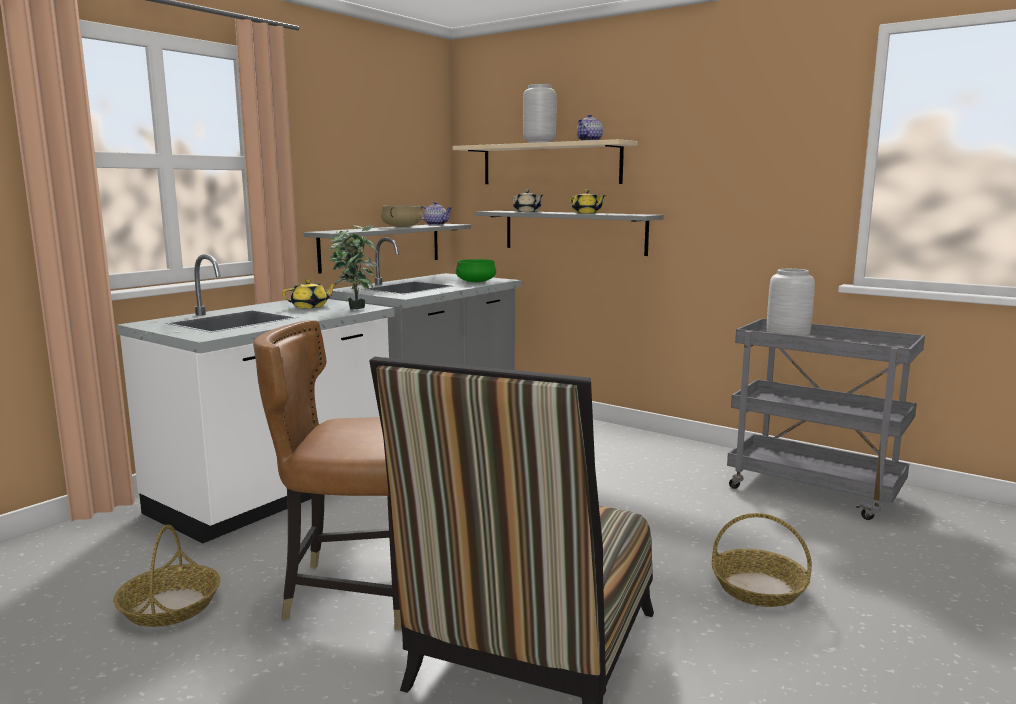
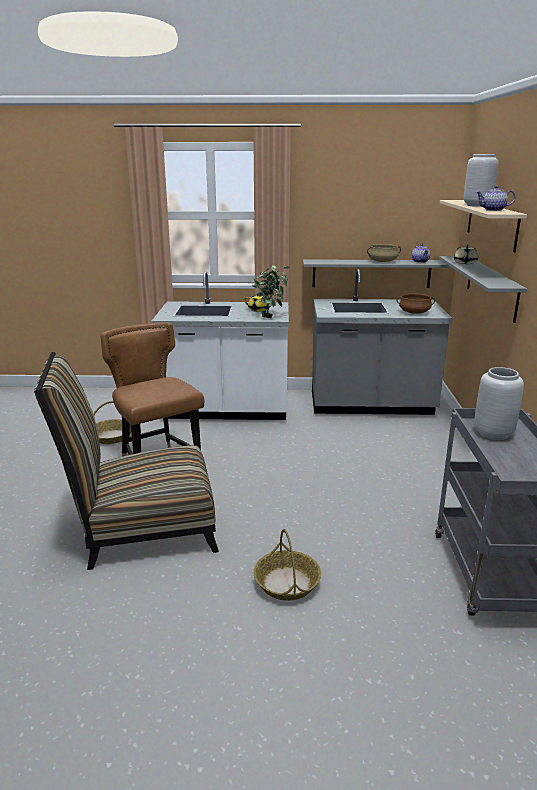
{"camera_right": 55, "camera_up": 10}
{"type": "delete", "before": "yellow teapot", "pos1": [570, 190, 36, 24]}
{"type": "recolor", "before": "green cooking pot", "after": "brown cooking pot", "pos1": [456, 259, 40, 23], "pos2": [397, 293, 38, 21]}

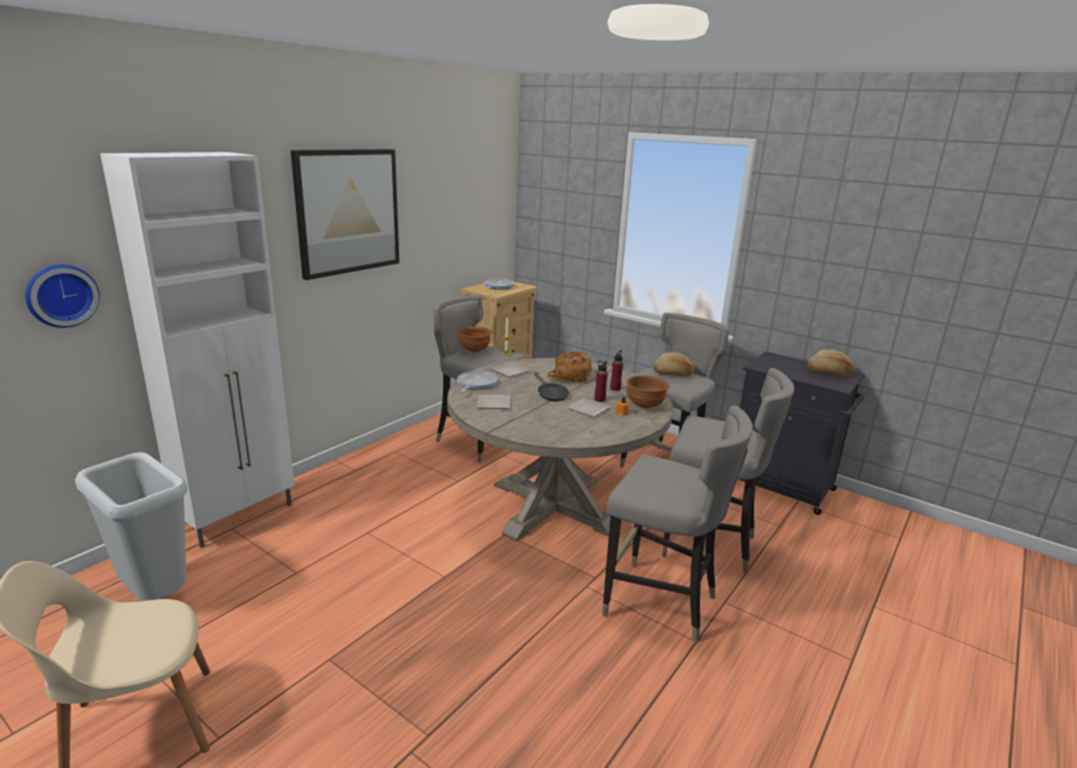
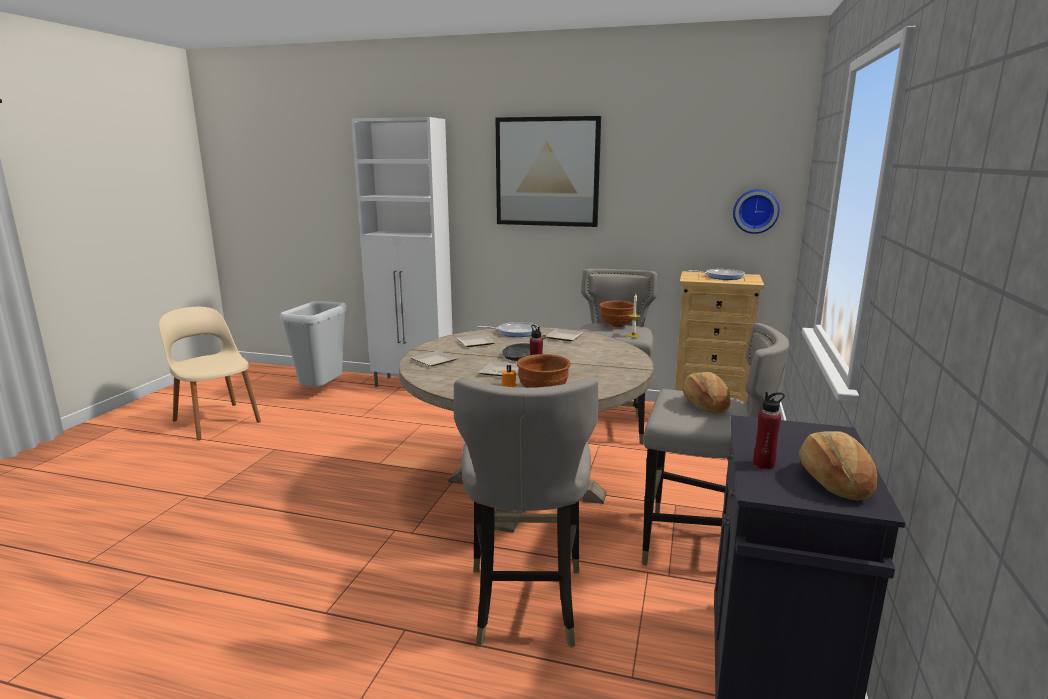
{"camera_right": 70, "camera_up": -5}
{"type": "delete", "before": "bread", "pos1": [546, 352, 46, 31]}
{"type": "delete", "before": "grey stool", "pos1": [602, 406, 151, 237]}
{"type": "insert", "after": "plate", "pos2": [411, 351, 47, 15]}
{"type": "move", "before": "wall clock", "pos1": [25, 264, 75, 64], "pos2": [733, 189, 47, 45]}
{"type": "move", "before": "red bottle", "pos1": [610, 350, 13, 41], "pos2": [753, 392, 32, 77]}

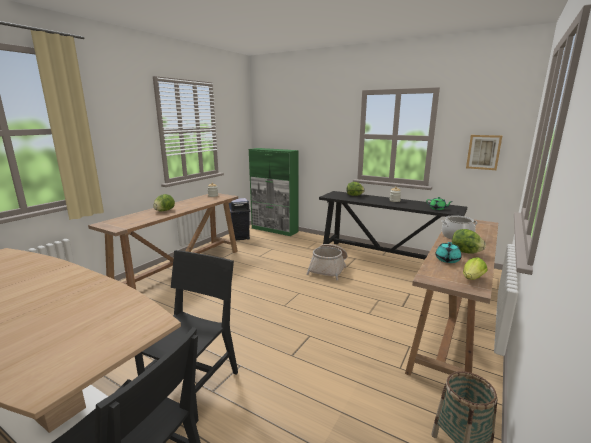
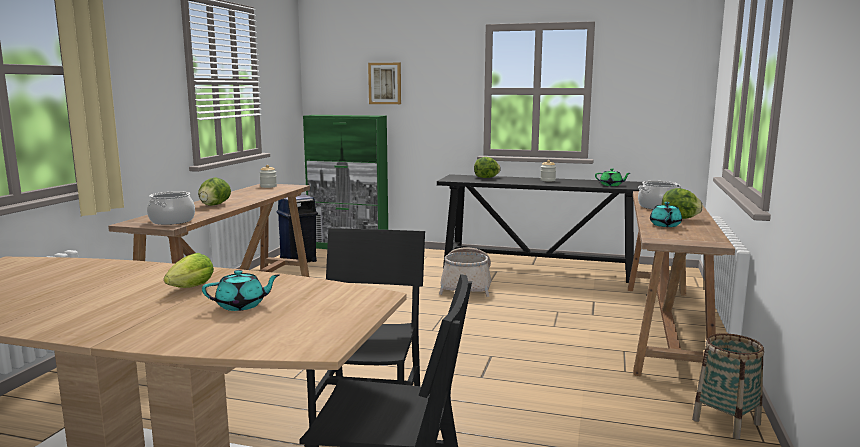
{"camera_right": -15, "camera_up": -5}
{"type": "insert", "after": "cooking pot", "pos2": [147, 191, 48, 34]}
{"type": "insert", "after": "turquoise teapot", "pos2": [202, 270, 77, 41]}
{"type": "move", "before": "lettuce", "pos1": [463, 257, 25, 23], "pos2": [164, 253, 50, 35]}
{"type": "move", "before": "picture", "pos1": [466, 135, 36, 35], "pos2": [368, 63, 33, 41]}

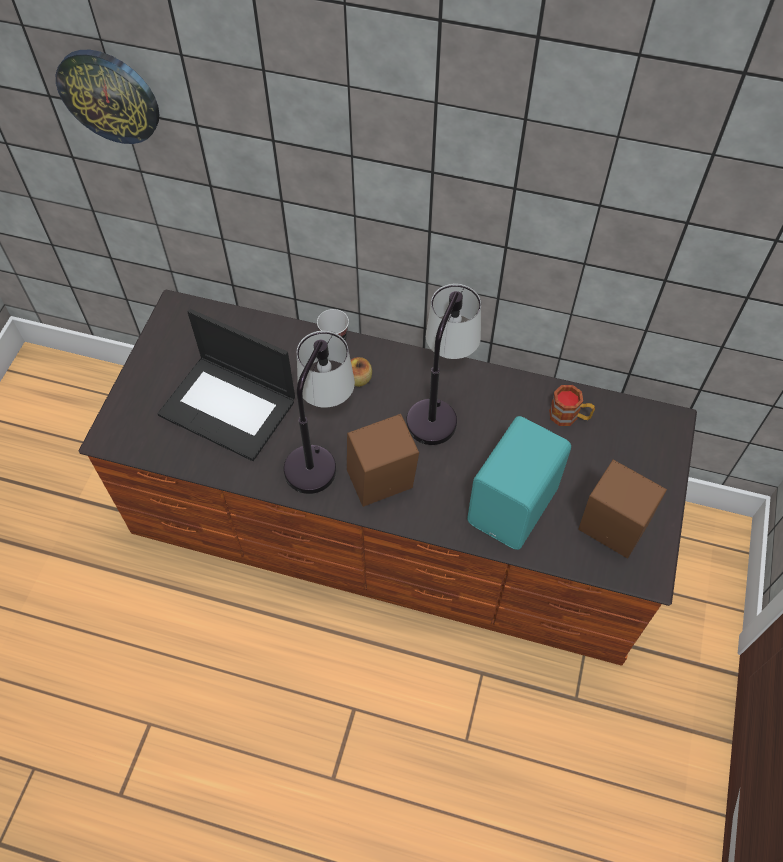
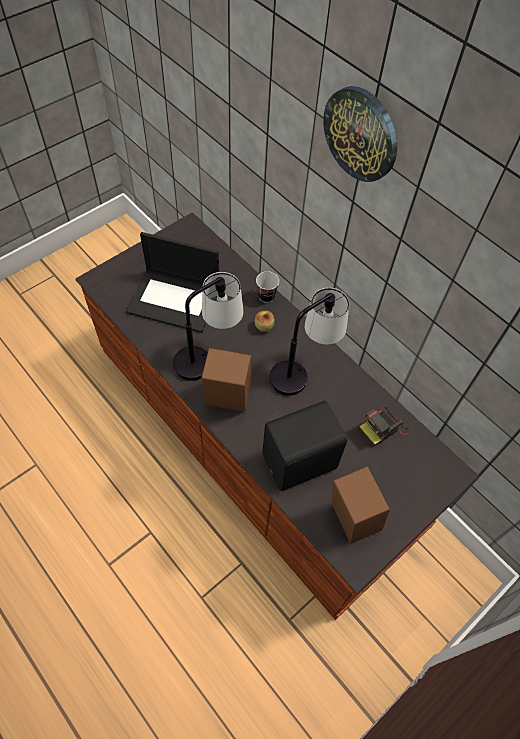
{"camera_right": 30, "camera_up": 0}
{"type": "move", "before": "wall clock", "pos1": [56, 50, 104, 94], "pos2": [323, 86, 74, 96]}
{"type": "replace", "before": "mug", "after": "photo camera", "pos1": [549, 385, 46, 41], "pos2": [359, 406, 51, 40]}
{"type": "recolor", "before": "turquoise speaker", "after": "black speaker", "pos1": [467, 416, 104, 134], "pos2": [262, 401, 85, 90]}
{"type": "rotate", "before": "laptop", "pos1": [157, 309, 138, 152], "pos2": [126, 232, 93, 101], "turn": -45}

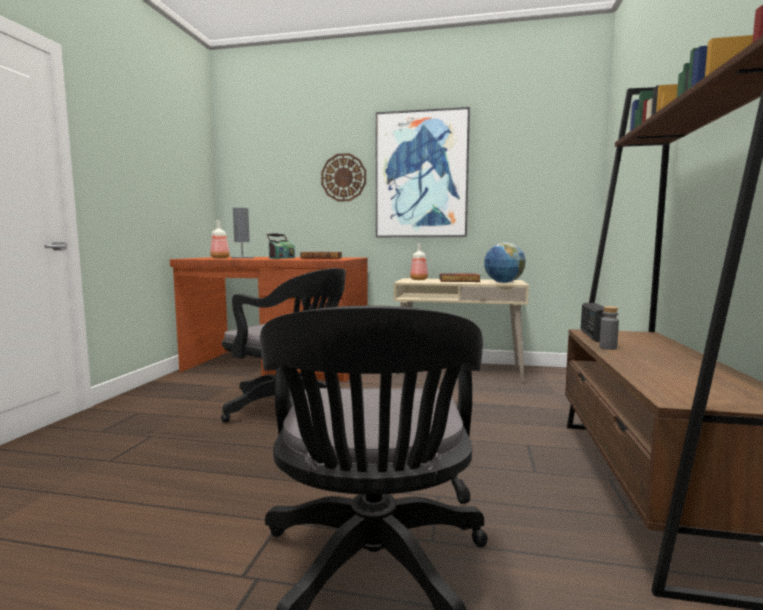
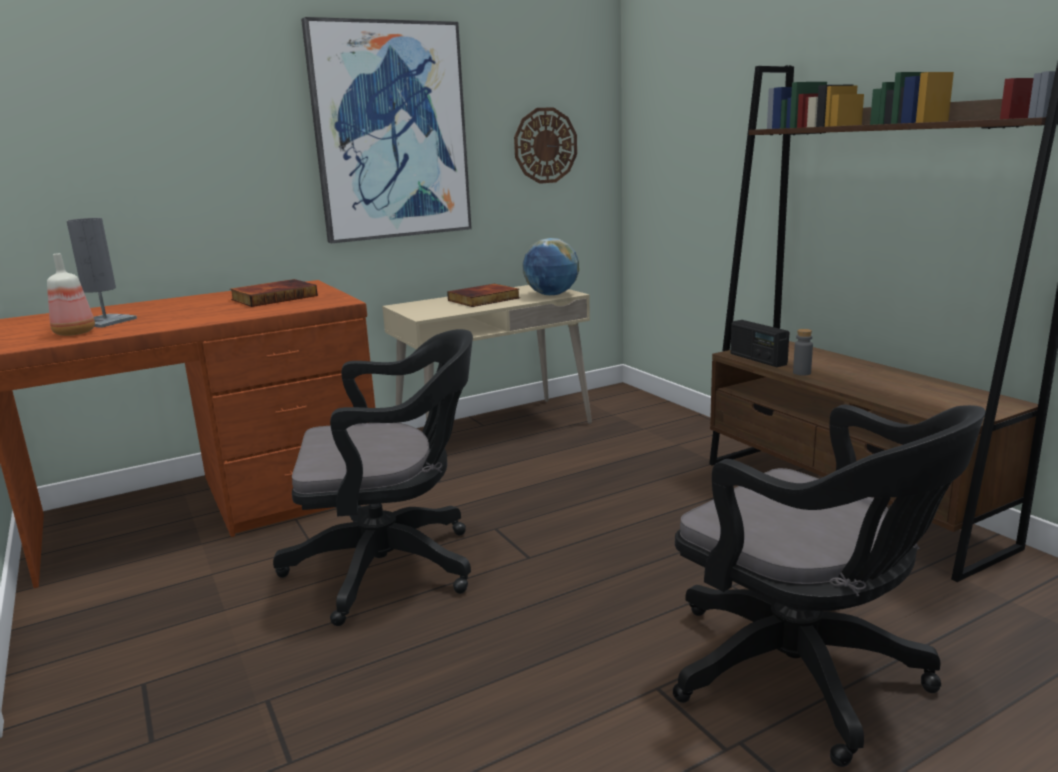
{"camera_right": -40, "camera_up": 10}
{"type": "delete", "before": "radio", "pos1": [267, 233, 28, 26]}
{"type": "delete", "before": "bottle", "pos1": [410, 243, 18, 37]}
{"type": "move", "before": "wall clock", "pos1": [321, 153, 45, 49], "pos2": [514, 107, 63, 77]}

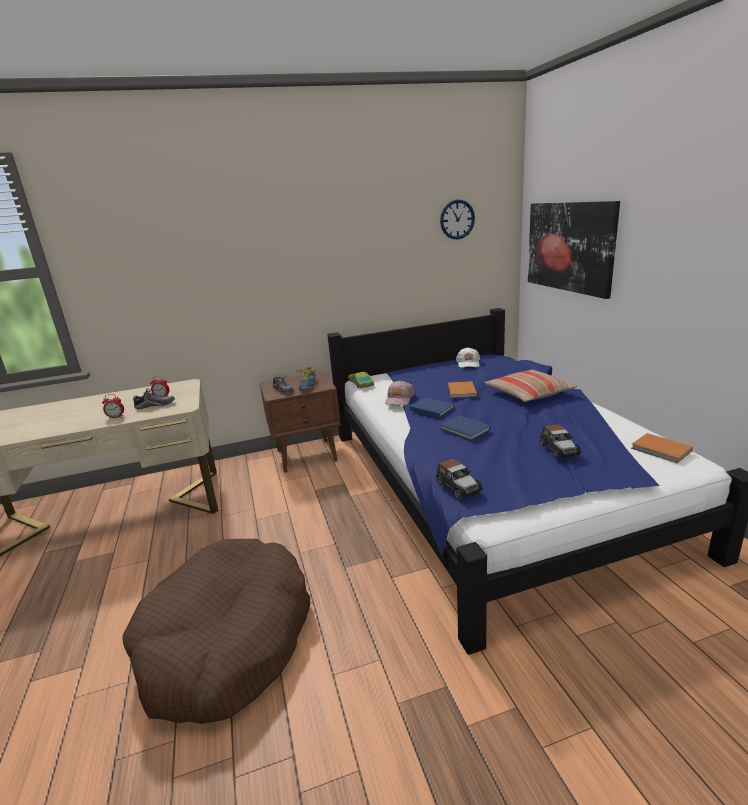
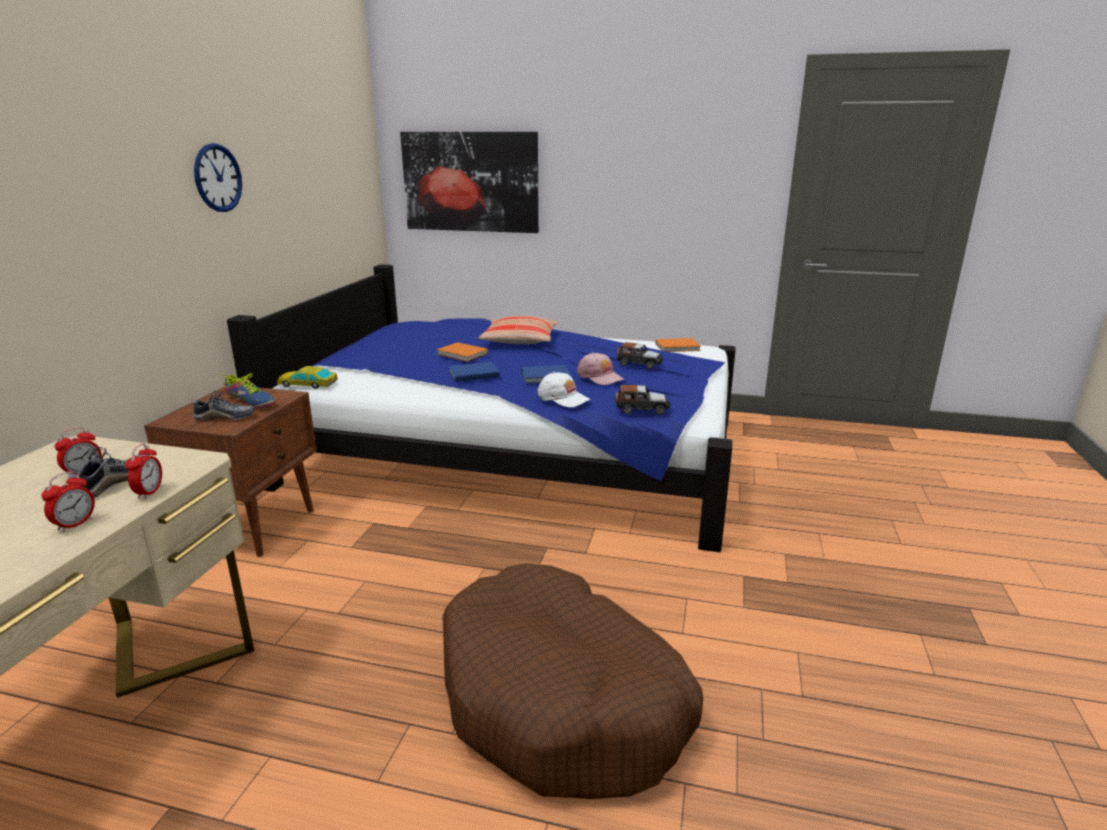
{"camera_right": -60, "camera_up": 0}
{"type": "insert", "after": "alarm clock", "pos2": [126, 443, 36, 56]}
{"type": "move", "before": "pink cap", "pos1": [385, 380, 30, 26], "pos2": [577, 352, 48, 33]}
{"type": "move", "before": "wall clock", "pos1": [440, 200, 35, 39], "pos2": [194, 143, 48, 69]}
{"type": "move", "before": "white cap", "pos1": [456, 347, 24, 21], "pos2": [537, 372, 54, 36]}

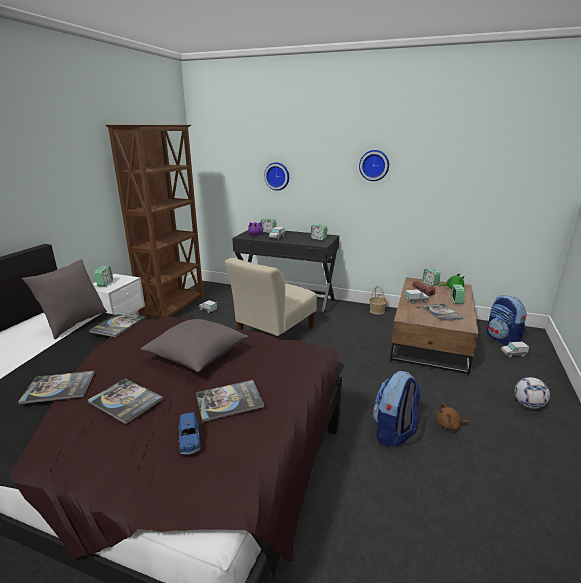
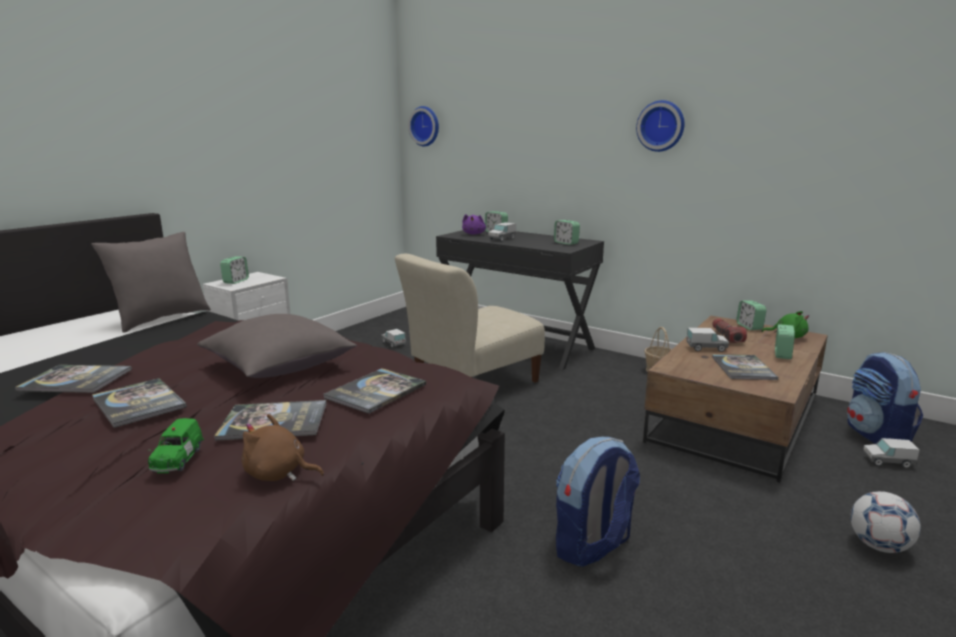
{"camera_right": 15, "camera_up": -5}
{"type": "delete", "before": "brown bookcase", "pos1": [106, 125, 98, 195]}
{"type": "move", "before": "book", "pos1": [89, 312, 57, 25], "pos2": [323, 368, 103, 46]}
{"type": "move", "before": "wall clock", "pos1": [264, 162, 25, 29], "pos2": [408, 106, 31, 40]}
{"type": "move", "before": "brown plush toy", "pos1": [436, 403, 34, 27], "pos2": [242, 414, 82, 67]}
{"type": "recolor", "before": "blue toy car", "after": "green toy car", "pos1": [177, 413, 24, 42], "pos2": [148, 418, 56, 55]}

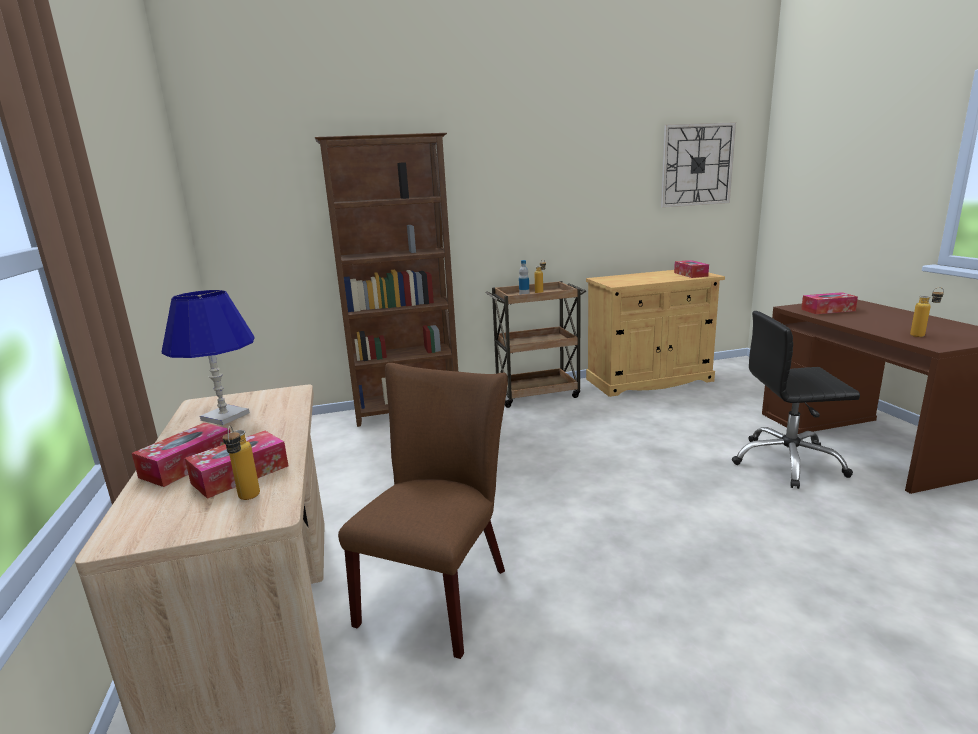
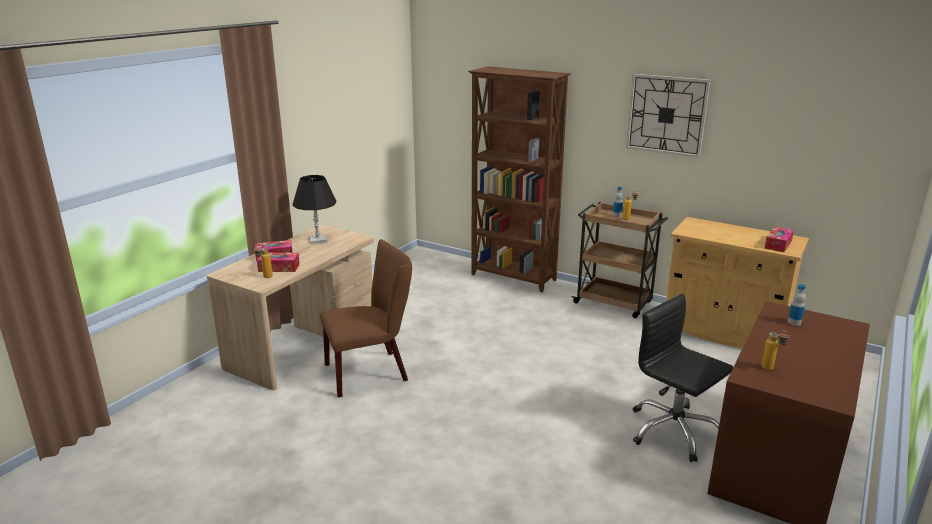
{"camera_right": 45, "camera_up": 5}
{"type": "move", "before": "wall clock", "pos1": [661, 122, 75, 86], "pos2": [626, 74, 84, 84]}
{"type": "replace", "before": "tissue box", "after": "bottle", "pos1": [801, 292, 57, 22], "pos2": [788, 284, 18, 42]}
{"type": "recolor", "before": "blue table lamp", "after": "black table lamp", "pos1": [162, 290, 93, 135], "pos2": [293, 175, 43, 69]}

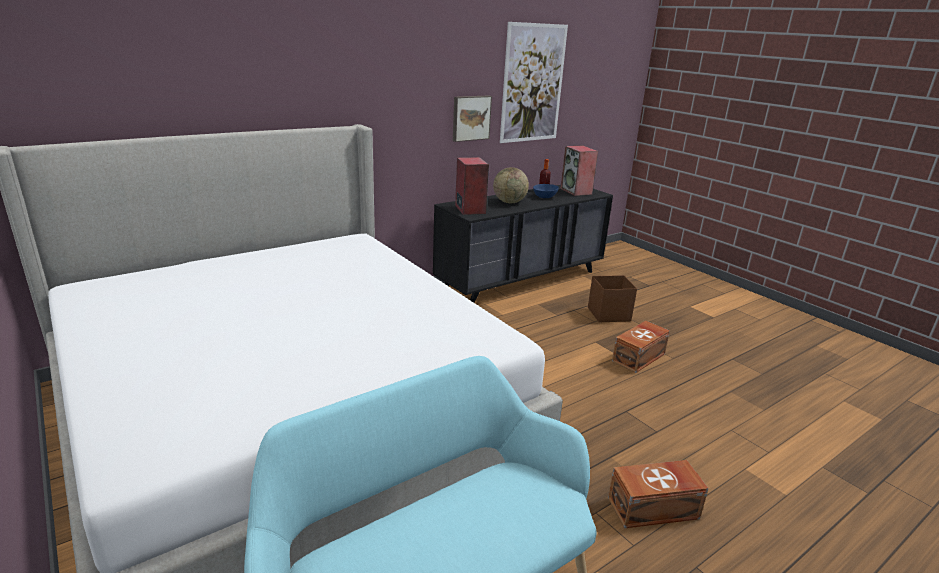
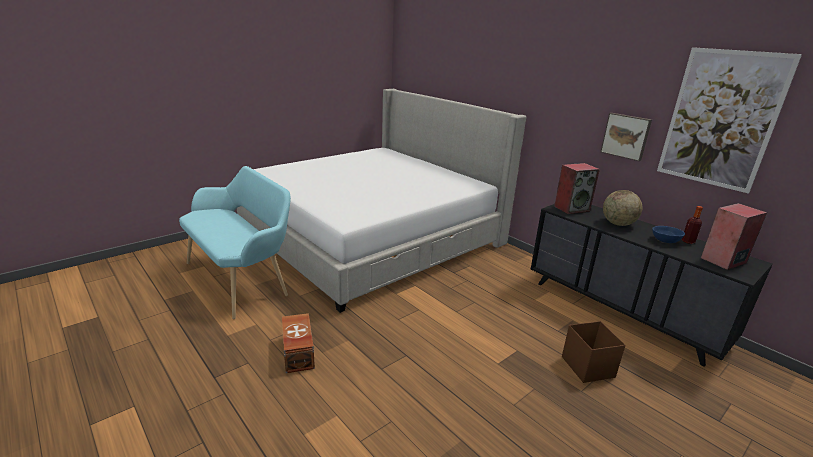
{"camera_right": 85, "camera_up": 0}
{"type": "delete", "before": "brown storage box", "pos1": [612, 321, 58, 52]}

